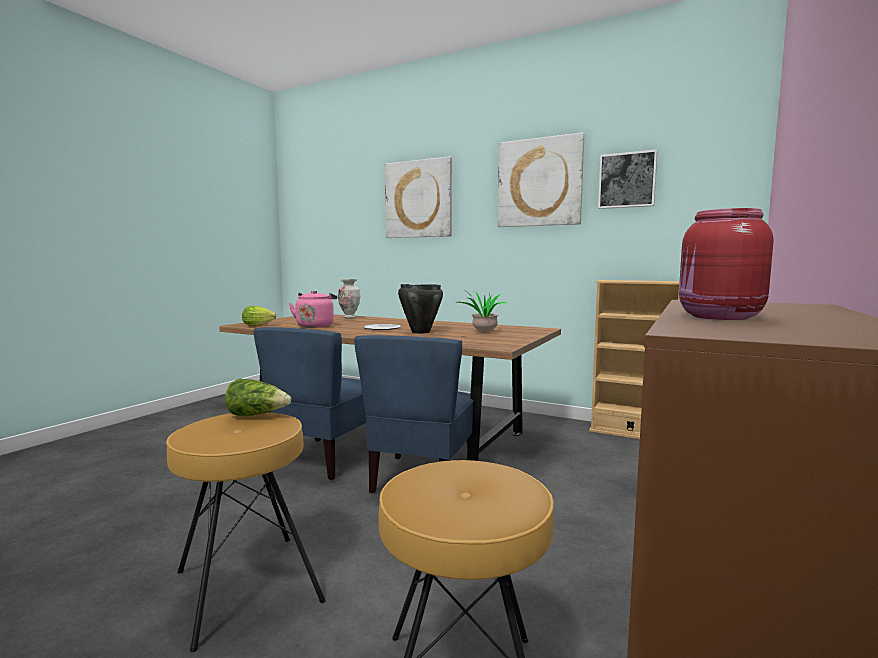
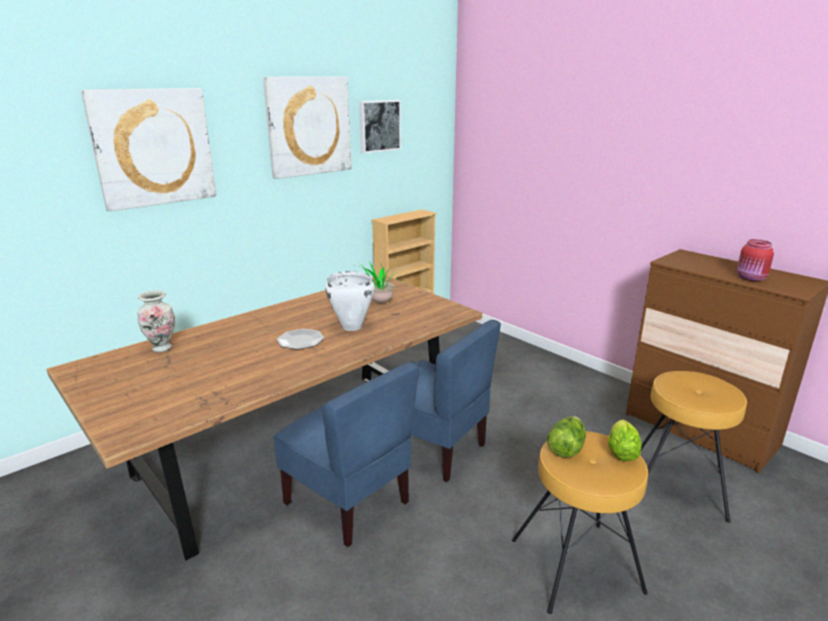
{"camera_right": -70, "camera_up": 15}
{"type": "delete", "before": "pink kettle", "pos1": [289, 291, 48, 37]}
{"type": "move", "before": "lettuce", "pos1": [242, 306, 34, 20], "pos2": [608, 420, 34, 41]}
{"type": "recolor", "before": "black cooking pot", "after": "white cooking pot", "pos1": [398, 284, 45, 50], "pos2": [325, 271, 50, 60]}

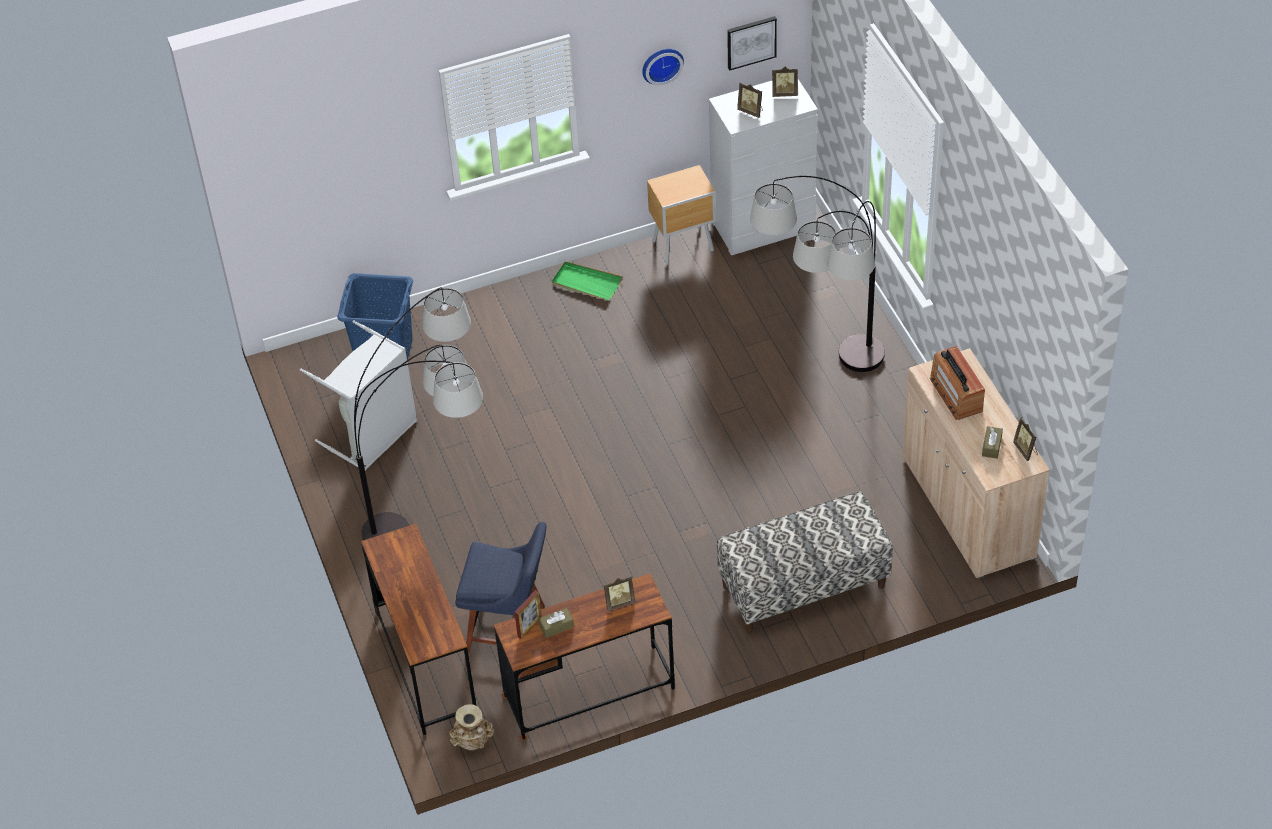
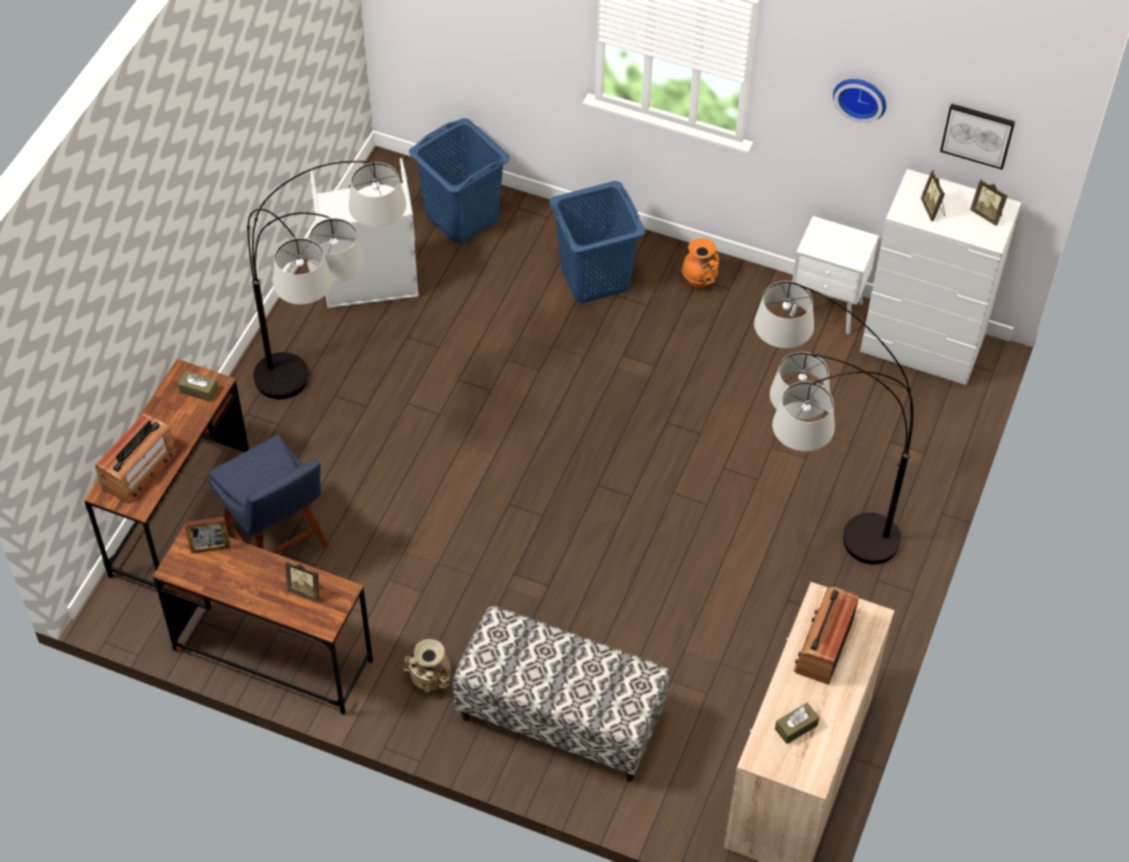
{"camera_right": 40, "camera_up": 5}
{"type": "delete", "before": "picture frame", "pos1": [1013, 417, 25, 44]}
{"type": "insert", "after": "radio", "pos2": [95, 412, 82, 92]}
{"type": "insert", "after": "blue laundry basket", "pos2": [549, 181, 96, 122]}
{"type": "move", "before": "beige vase", "pos1": [449, 704, 45, 46], "pos2": [403, 639, 48, 54]}
{"type": "move", "before": "brown tissue box", "pos1": [539, 608, 35, 30], "pos2": [178, 371, 40, 31]}
{"type": "replace", "before": "green tray", "after": "orange vase", "pos1": [552, 261, 70, 40], "pos2": [682, 238, 38, 50]}
{"type": "recolor", "before": "brown nightstand", "after": "white nightstand", "pos1": [647, 165, 69, 100], "pos2": [790, 216, 89, 119]}

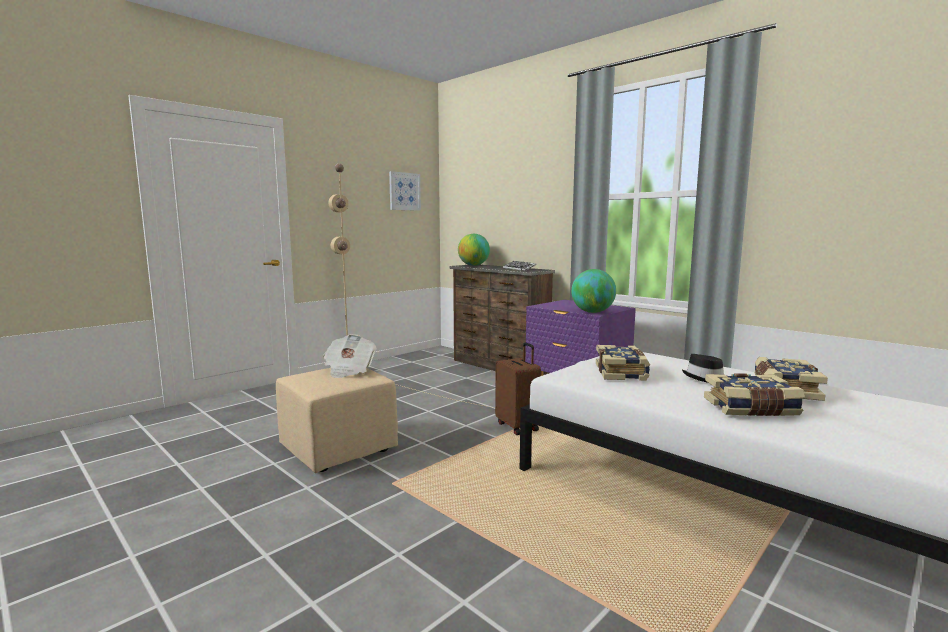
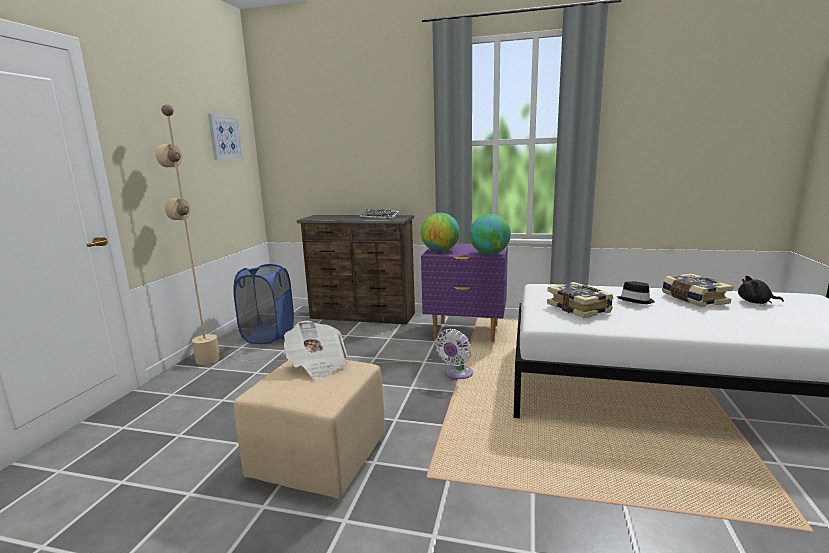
{"camera_right": -30, "camera_up": 5}
{"type": "delete", "before": "book", "pos1": [704, 374, 101, 42]}
{"type": "insert", "after": "blue laundry basket", "pos2": [233, 264, 61, 80]}
{"type": "insert", "after": "black plush toy", "pos2": [738, 276, 46, 28]}
{"type": "move", "before": "globe", "pos1": [458, 234, 32, 32], "pos2": [421, 213, 39, 39]}
{"type": "replace", "before": "brown suitcase", "after": "white fan", "pos1": [495, 342, 46, 93], "pos2": [436, 329, 37, 51]}

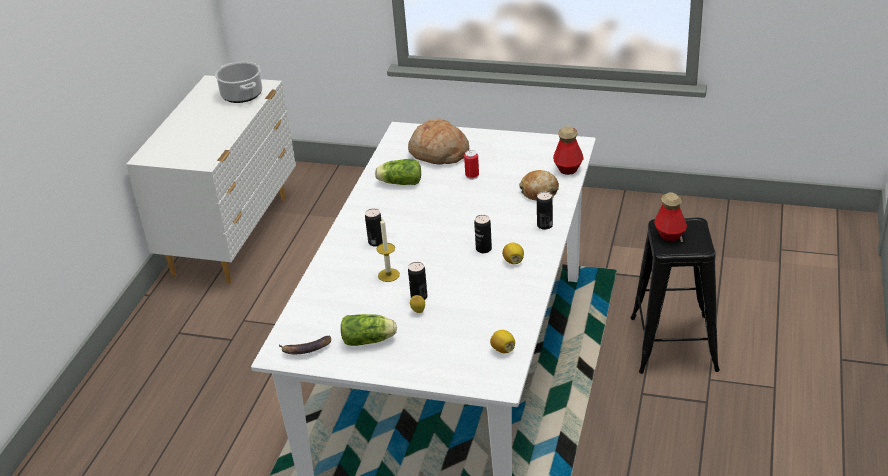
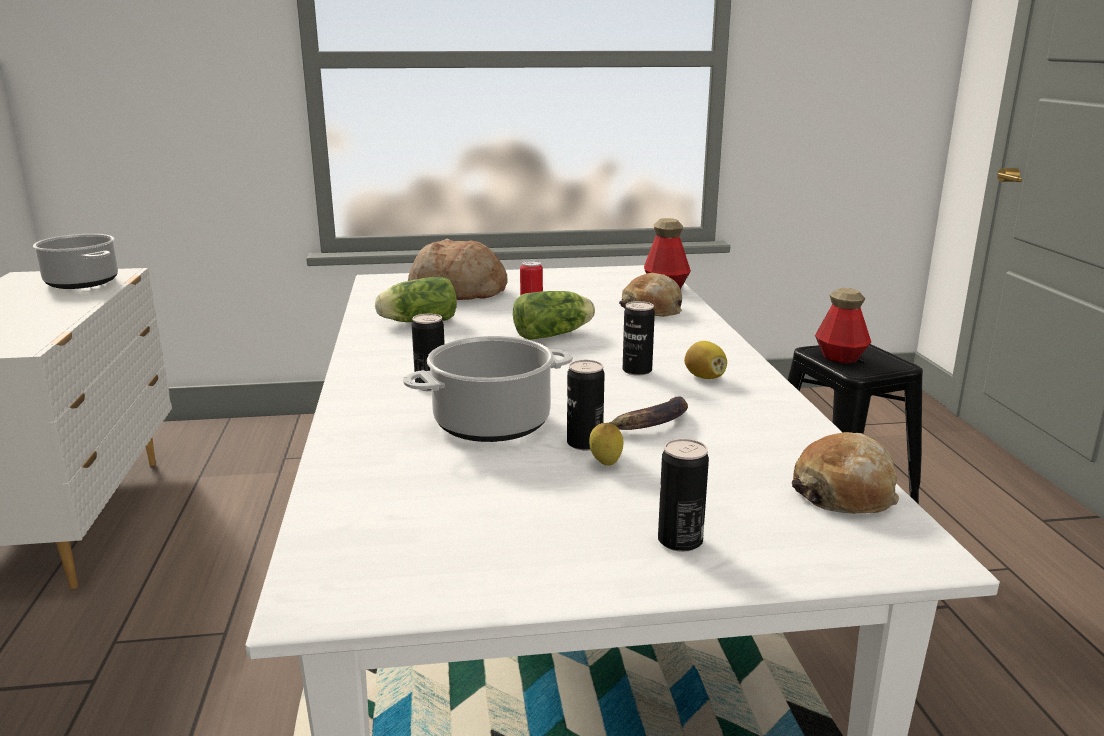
{"camera_right": -25, "camera_up": -15}
{"type": "move", "before": "banana", "pos1": [279, 336, 52, 18], "pos2": [609, 396, 79, 34]}
{"type": "move", "before": "lettuce", "pos1": [341, 314, 56, 32], "pos2": [513, 291, 82, 49]}
{"type": "move", "before": "can", "pos1": [537, 192, 16, 38], "pos2": [658, 439, 51, 113]}
{"type": "replace", "before": "candle", "after": "cooking pot", "pos1": [376, 218, 24, 64], "pos2": [403, 336, 170, 106]}
{"type": "replace", "before": "lemon", "after": "bread", "pos1": [490, 330, 25, 23], "pos2": [792, 432, 108, 82]}

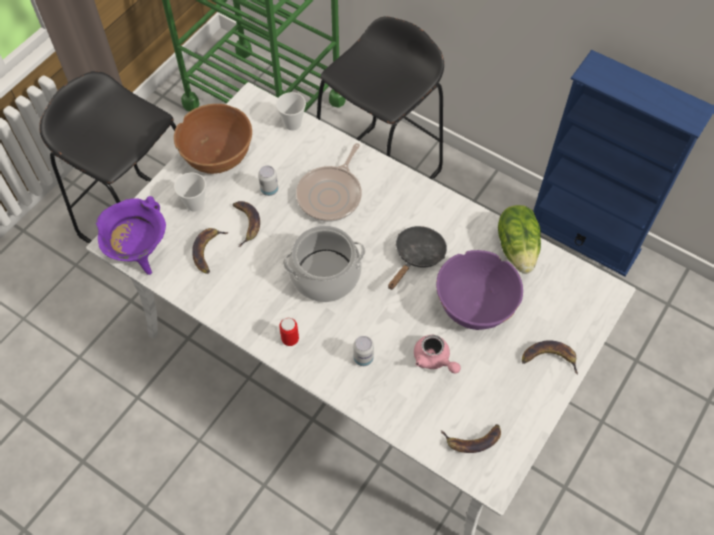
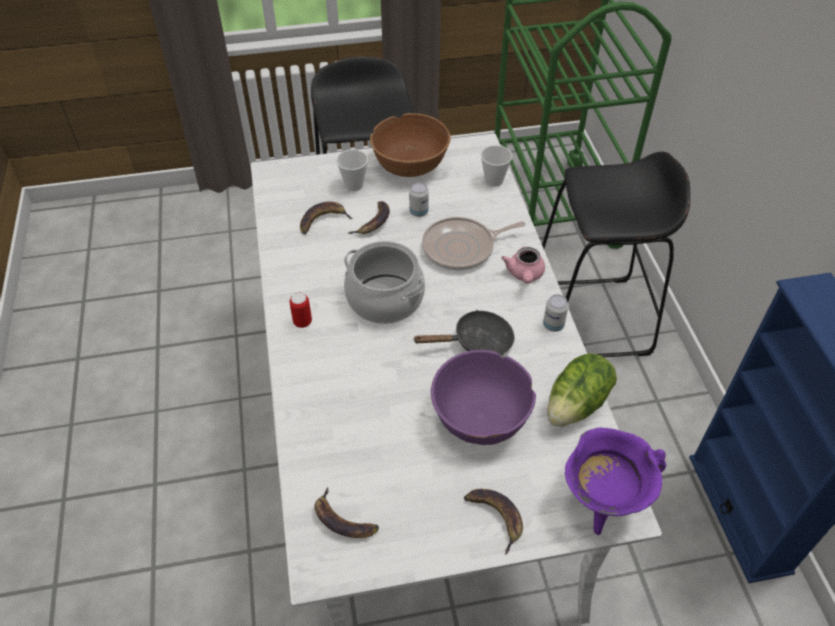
{"camera_right": 45, "camera_up": -10}
{"type": "move", "before": "purple cooking pot", "pos1": [96, 196, 70, 79], "pos2": [565, 428, 101, 107]}
{"type": "move", "before": "can", "pos1": [353, 336, 21, 30], "pos2": [543, 294, 26, 38]}
{"type": "move", "before": "pink teapot", "pos1": [414, 335, 47, 38], "pos2": [501, 247, 44, 37]}

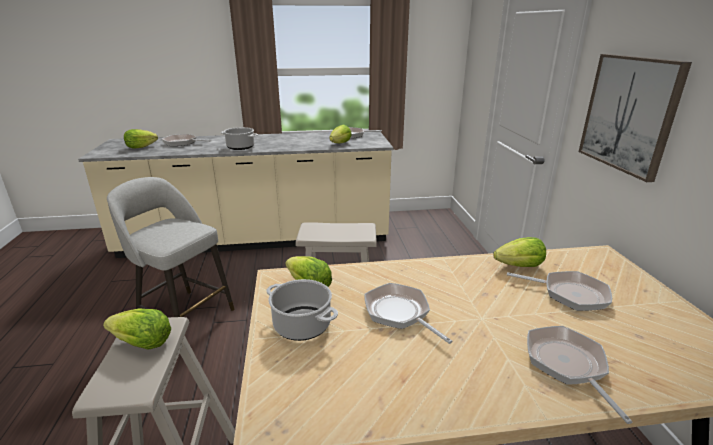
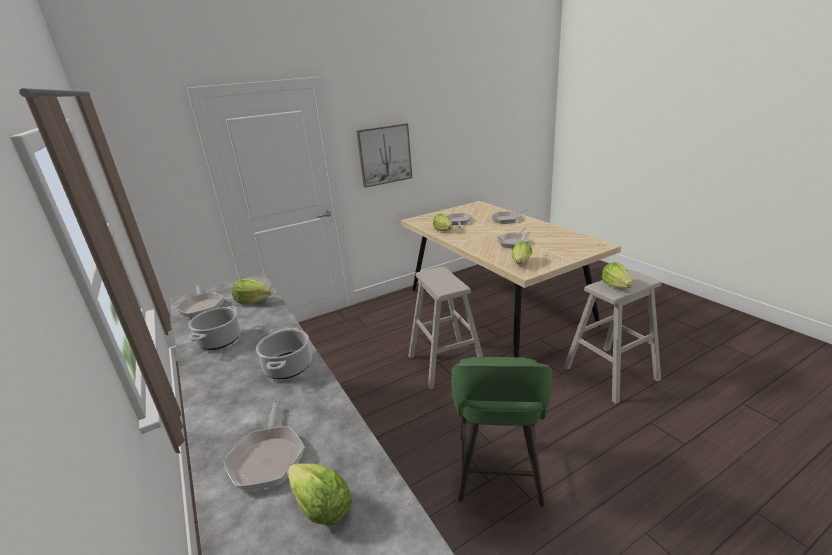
{"camera_right": -110, "camera_up": 0}
{"type": "move", "before": "cooking pot", "pos1": [266, 279, 72, 62], "pos2": [189, 306, 52, 44]}
{"type": "recolor", "before": "grey stool", "after": "green stool", "pos1": [107, 177, 128, 140], "pos2": [451, 357, 101, 149]}

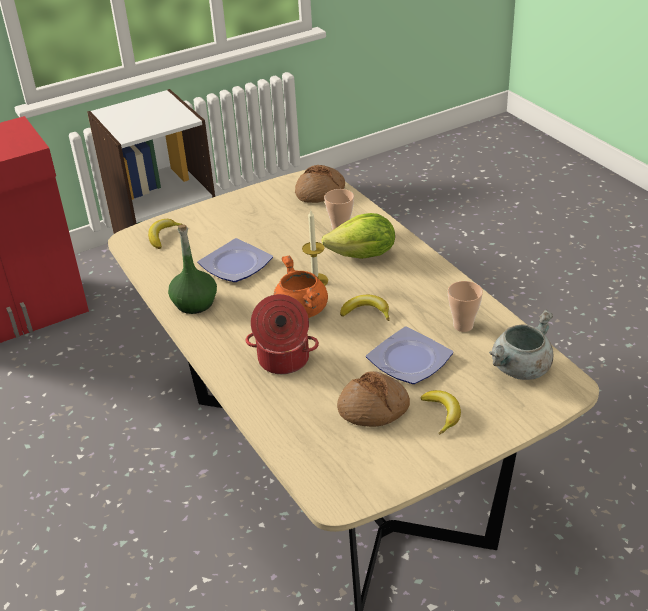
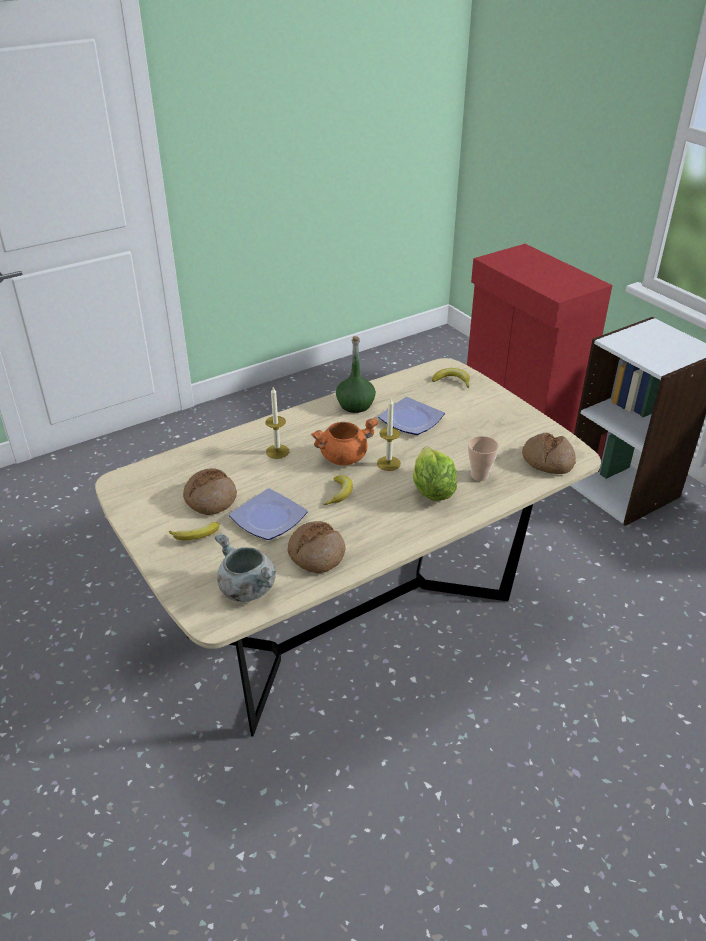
{"camera_right": 85, "camera_up": 0}
{"type": "replace", "before": "cooking pot", "after": "candle", "pos1": [246, 294, 73, 80], "pos2": [265, 387, 24, 72]}
{"type": "replace", "before": "cup", "after": "bread", "pos1": [448, 281, 35, 51], "pos2": [288, 521, 57, 52]}

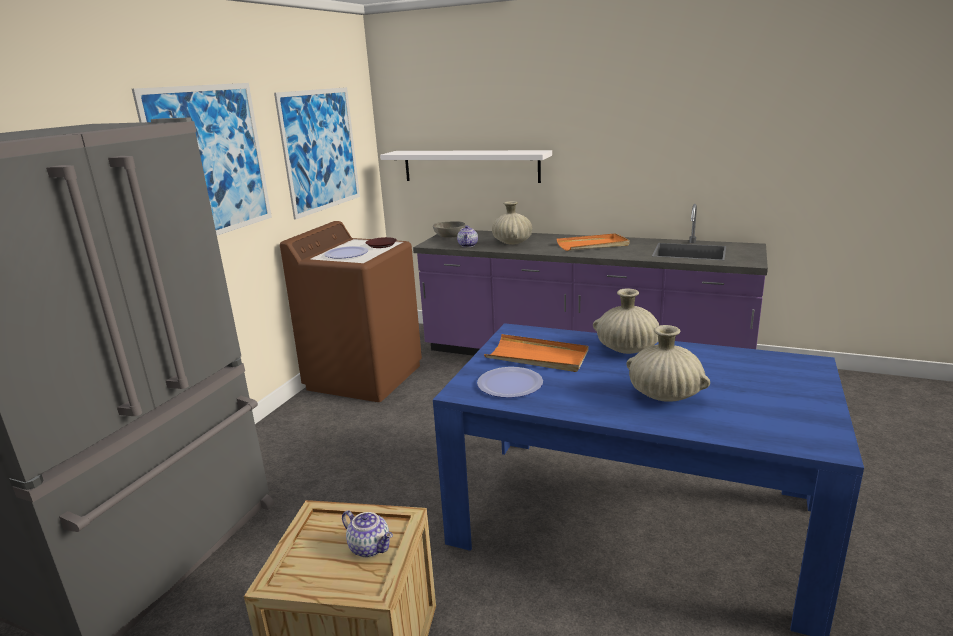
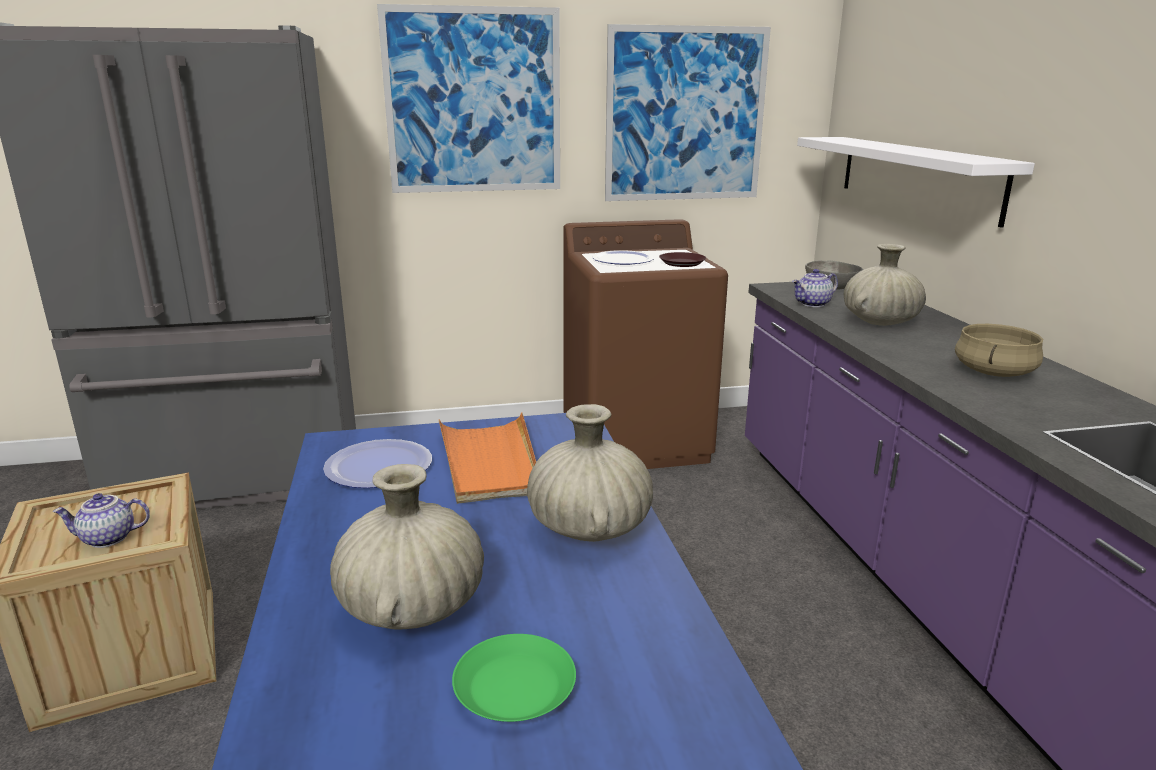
{"camera_right": 55, "camera_up": 0}
{"type": "insert", "after": "green plate", "pos2": [452, 634, 124, 88]}
{"type": "replace", "before": "orange tray", "after": "beige cooking pot", "pos1": [557, 233, 73, 18], "pos2": [955, 324, 88, 53]}
{"type": "rotate", "before": "teapot", "pos1": [342, 510, 51, 47], "pos2": [52, 493, 98, 55], "turn": 75}

